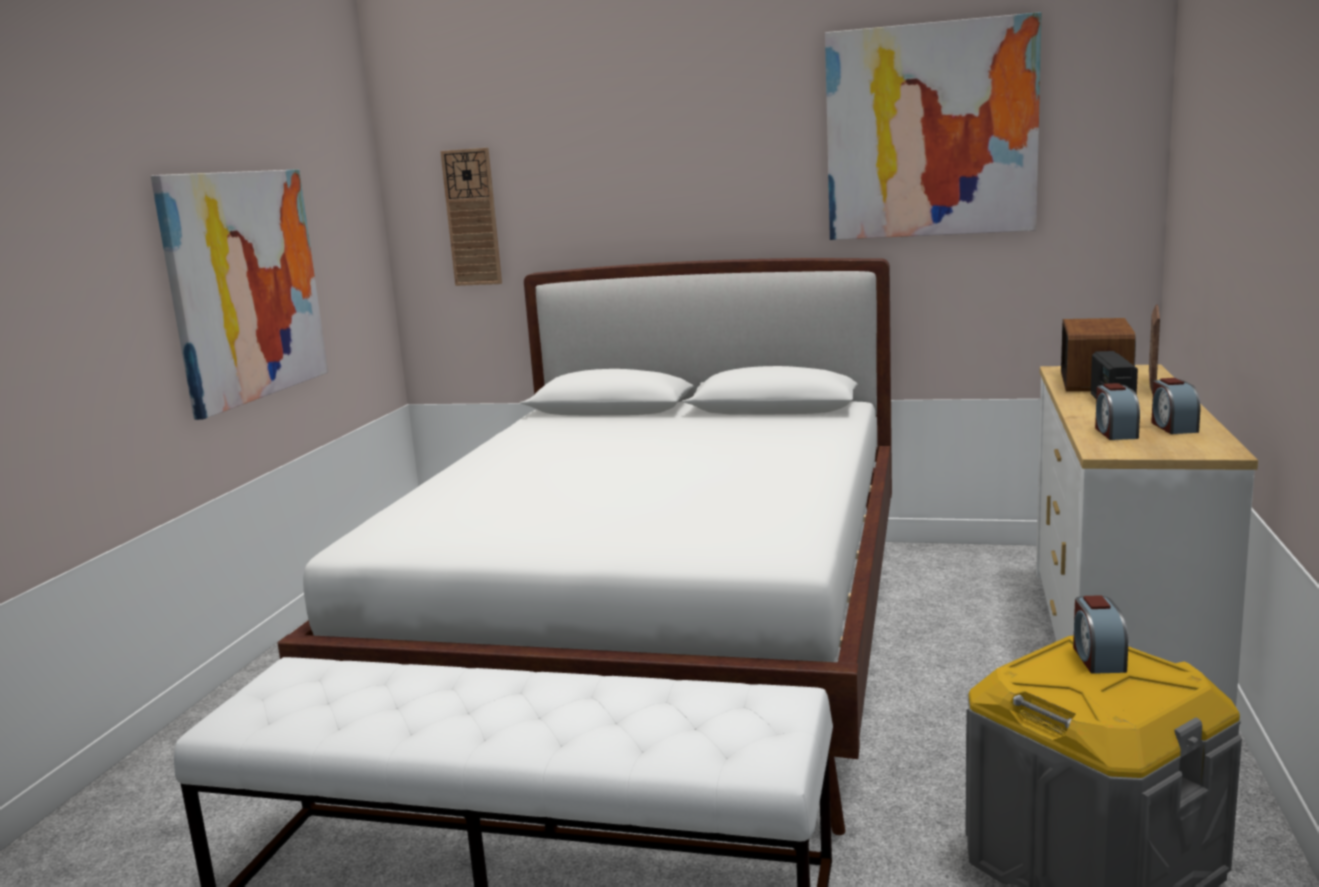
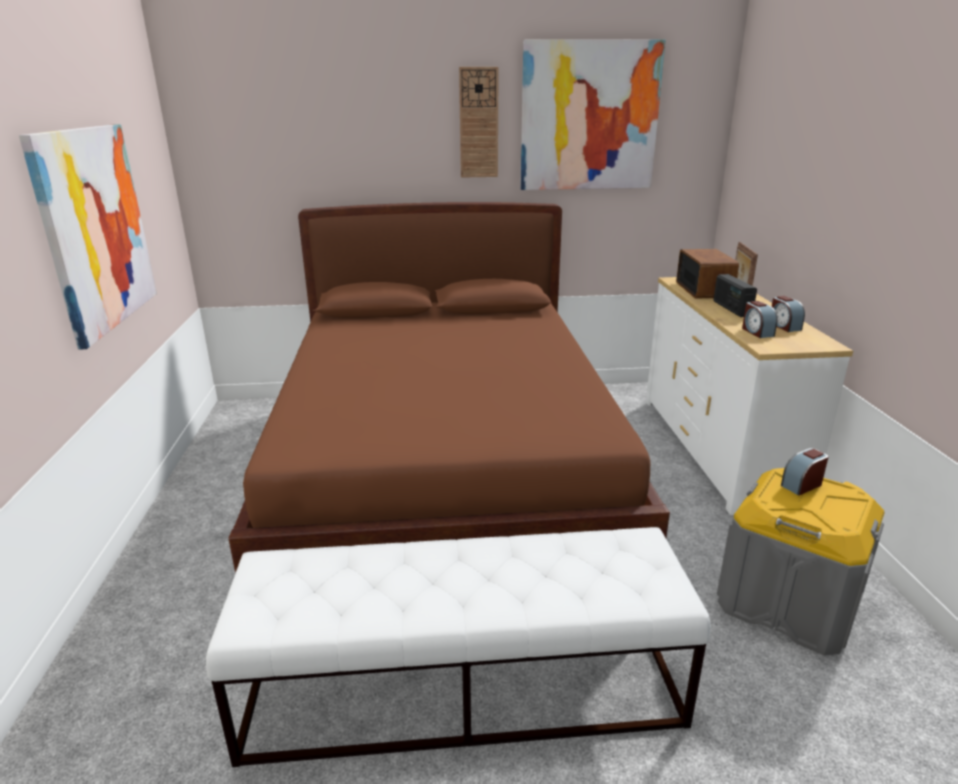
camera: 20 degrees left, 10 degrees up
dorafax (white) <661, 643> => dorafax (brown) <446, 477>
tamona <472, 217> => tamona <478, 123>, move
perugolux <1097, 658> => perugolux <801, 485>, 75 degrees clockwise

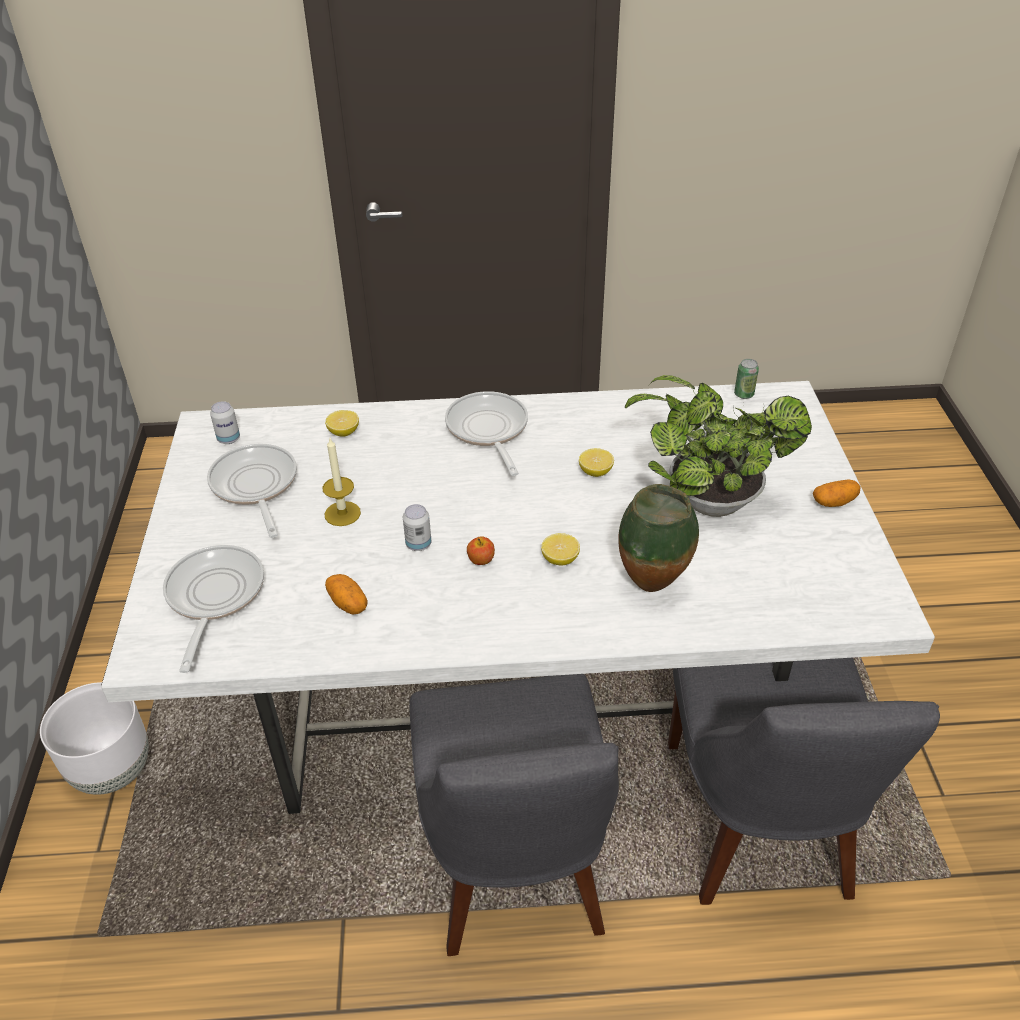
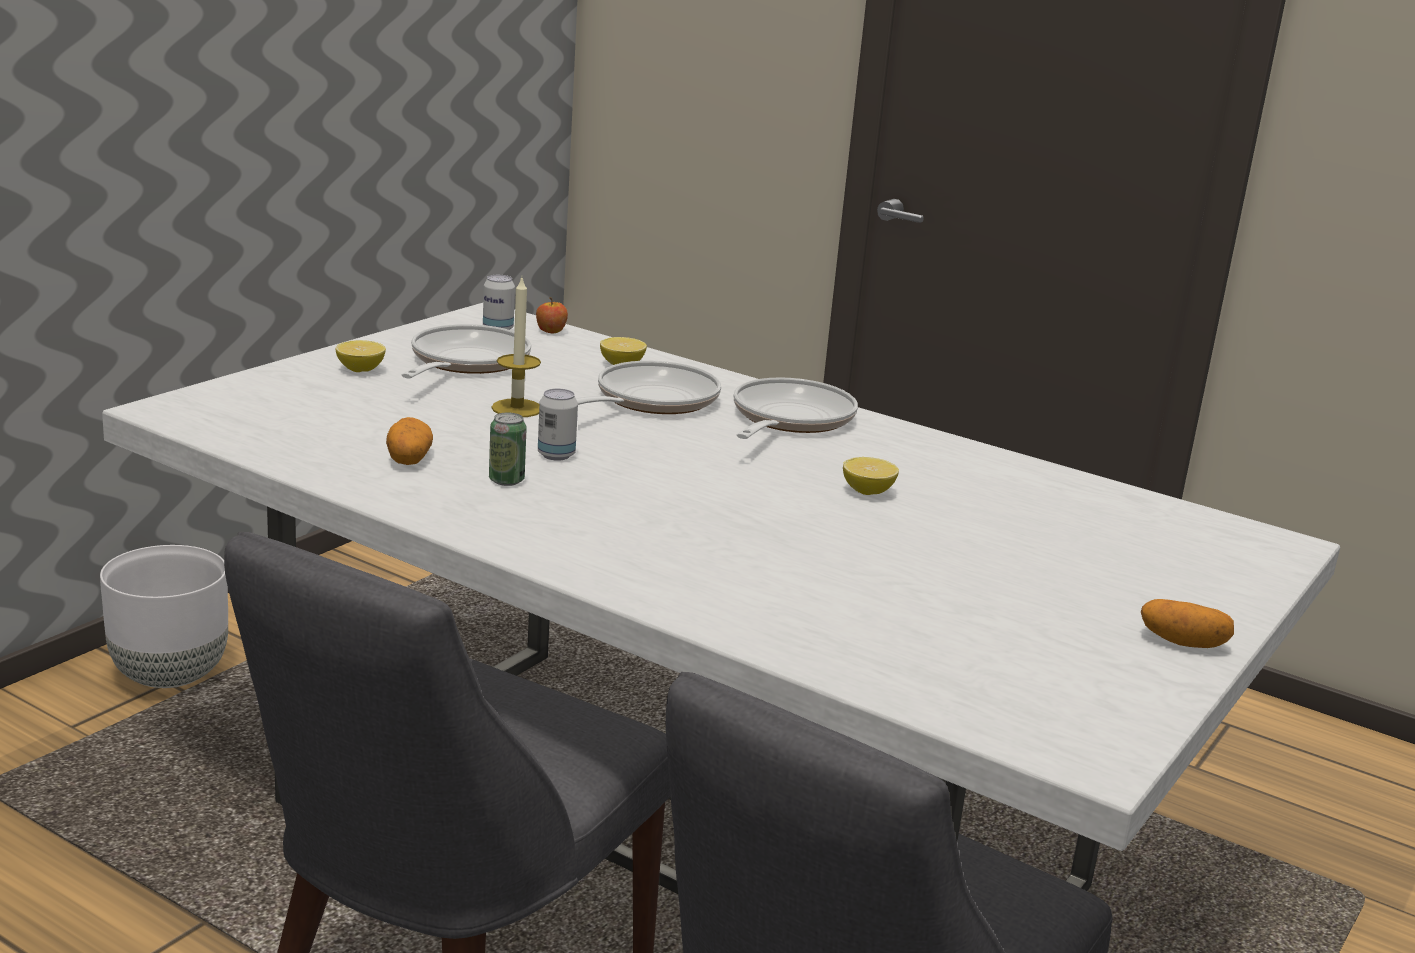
camera: 35 degrees right, 20 degrees down
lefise <213, 597> => lefise <649, 401>, move
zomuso <481, 560> => zomuso <551, 331>, move
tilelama <560, 559> => tilelama <360, 370>, move
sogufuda <653, 587> => nothing
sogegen <705, 500> => nothing
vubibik <743, 394> => vubibik <506, 480>, move

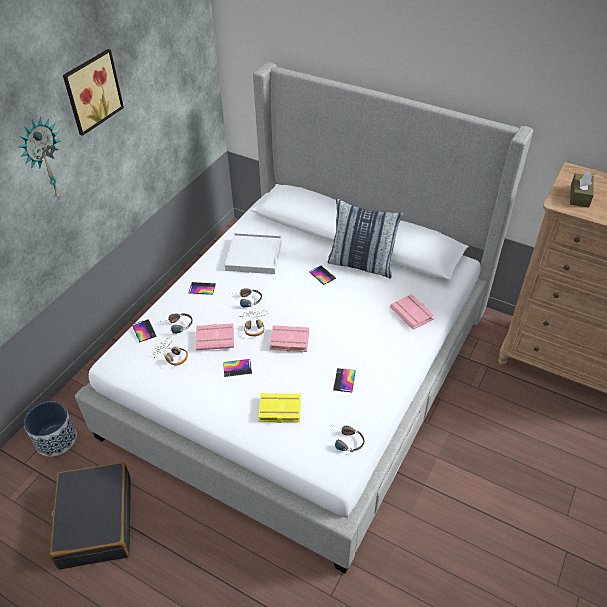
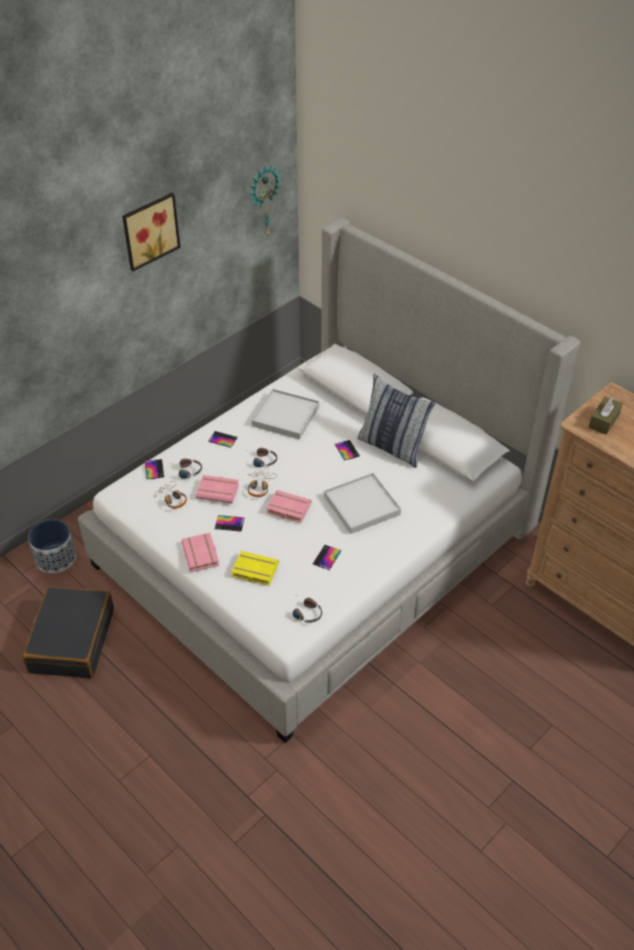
camera: 15 degrees right, 0 degrees up
tamona <43, 160> => tamona <263, 201>, move
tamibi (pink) <413, 314> => tamibi (pink) <202, 555>, move
nothing => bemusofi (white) <362, 505>

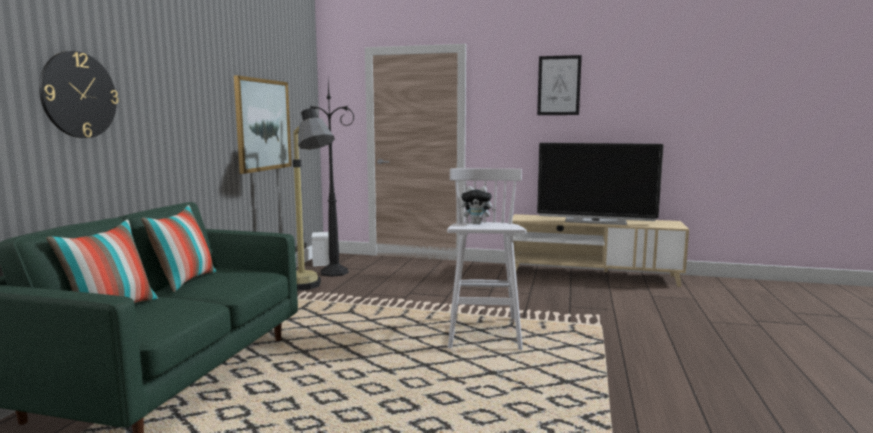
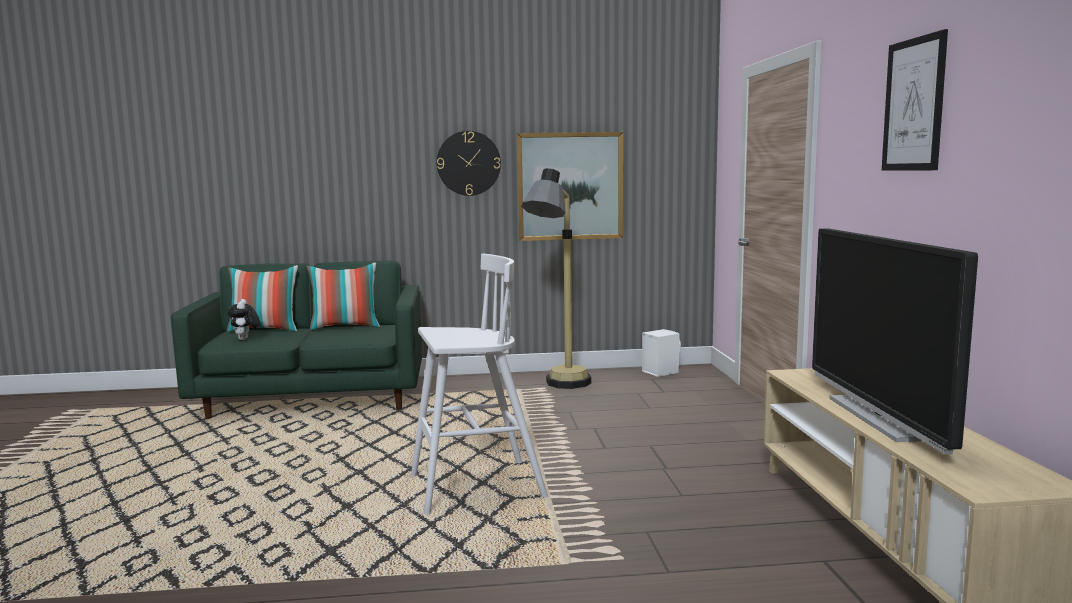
camera: 70 degrees right, 0 degrees up
tamona <79, 95> => tamona <468, 163>, move
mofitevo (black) <332, 272> => nothing
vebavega <477, 223> => vebavega <245, 339>, move

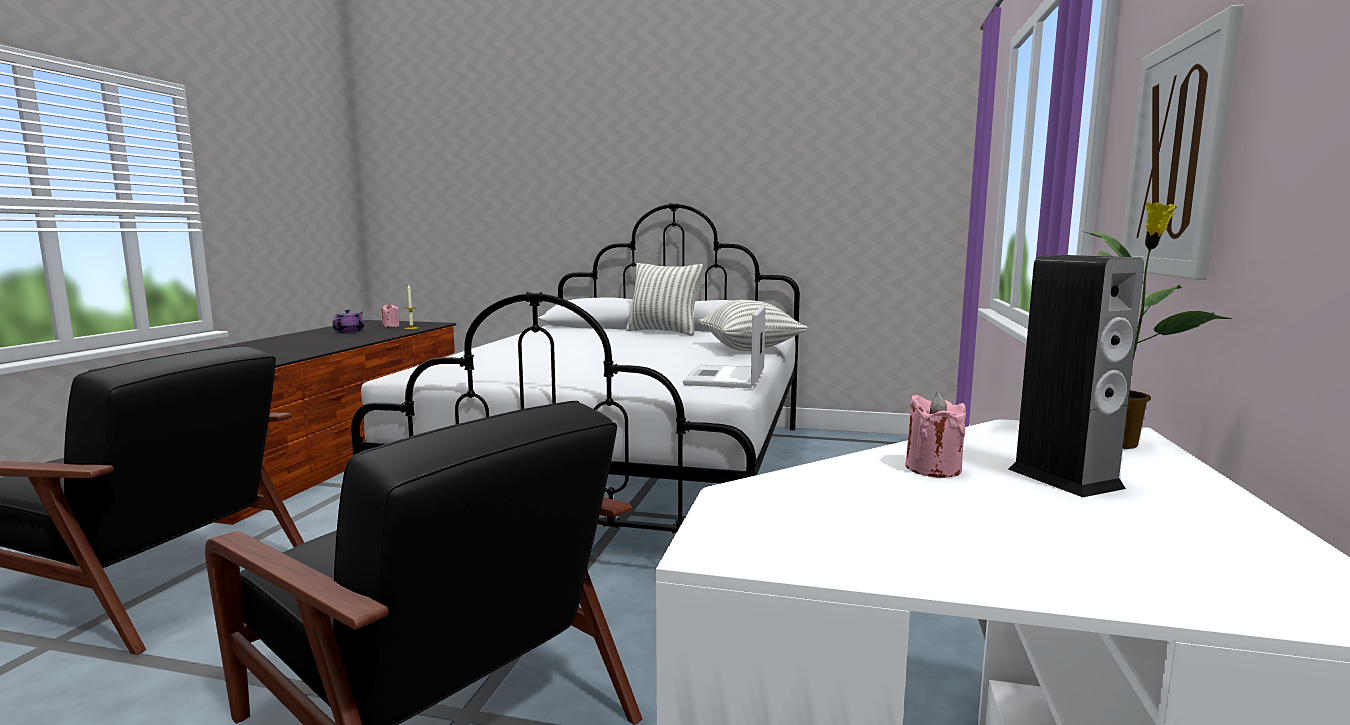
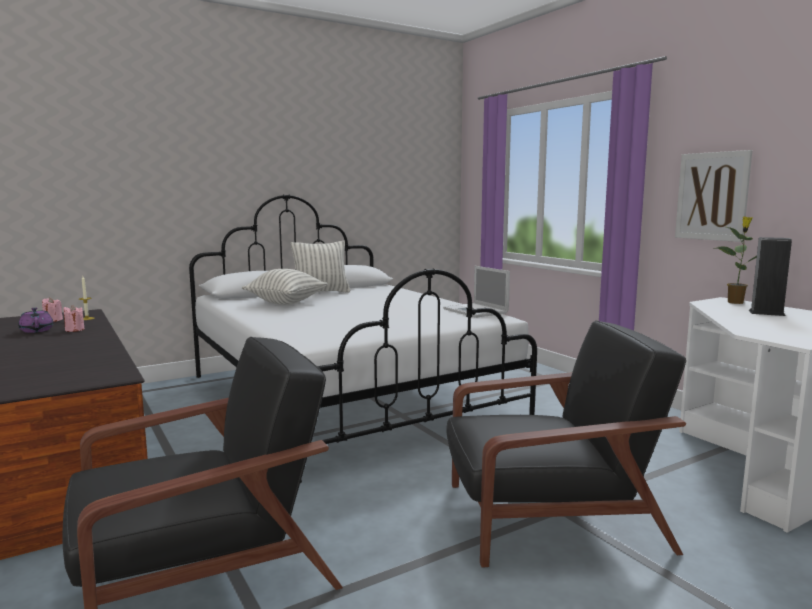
camera: 45 degrees left, 0 degrees up
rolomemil <750, 349> => rolomemil <286, 303>, move
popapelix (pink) <933, 468> => popapelix (pink) <74, 330>, move

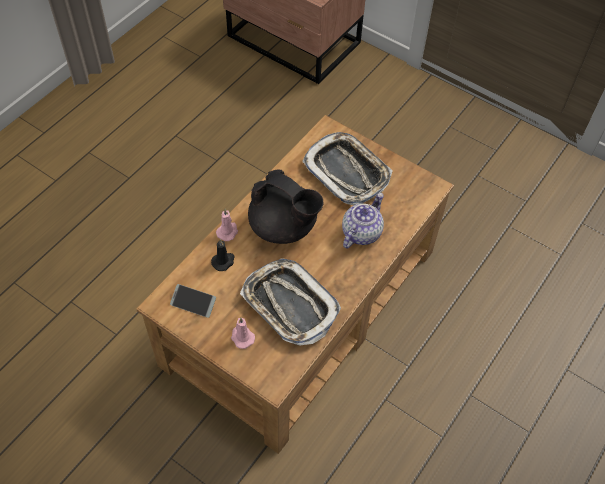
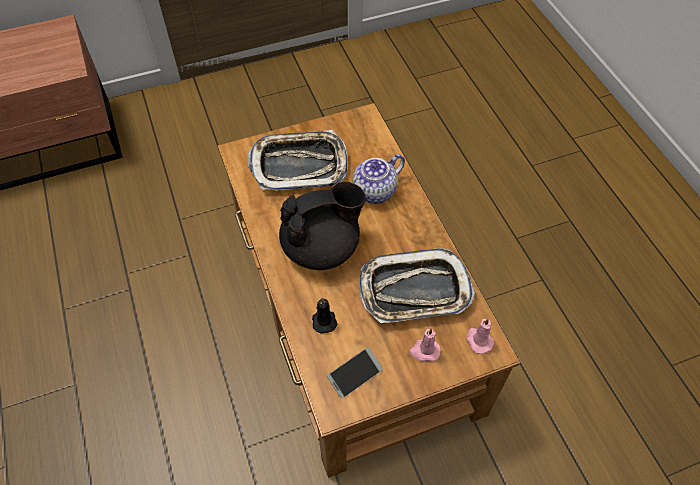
camera: 55 degrees left, 0 degrees up
popapelix (pink) <228, 231> => popapelix (pink) <478, 340>, move
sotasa <361, 232> => sotasa <374, 192>, 105 degrees counterclockwise

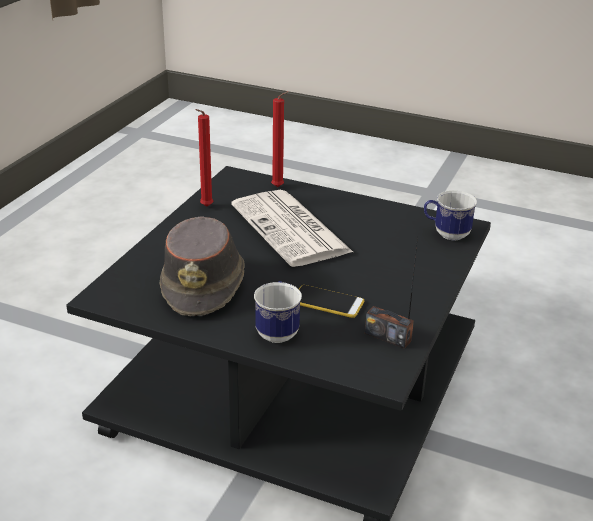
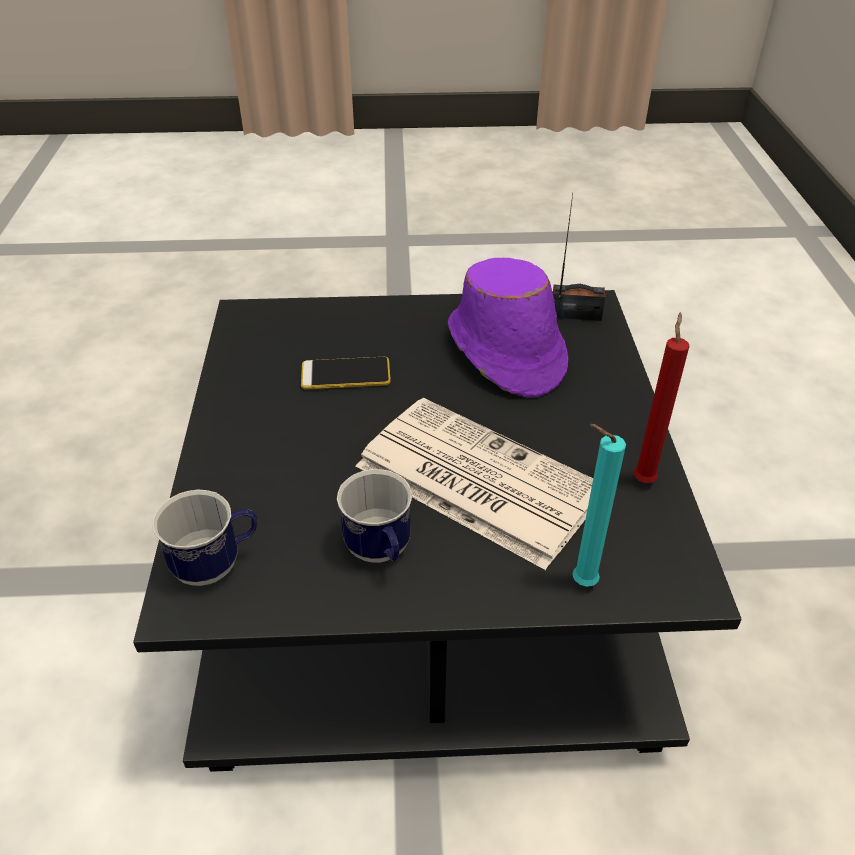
camera: 155 degrees right, 10 degrees up
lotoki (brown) <204, 284> => lotoki (purple) <505, 352>
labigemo <277, 330> => labigemo <381, 553>, move
popapelix (red) <279, 187> => popapelix (turquoise) <579, 582>
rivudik <388, 336> => rivudik <575, 314>, move

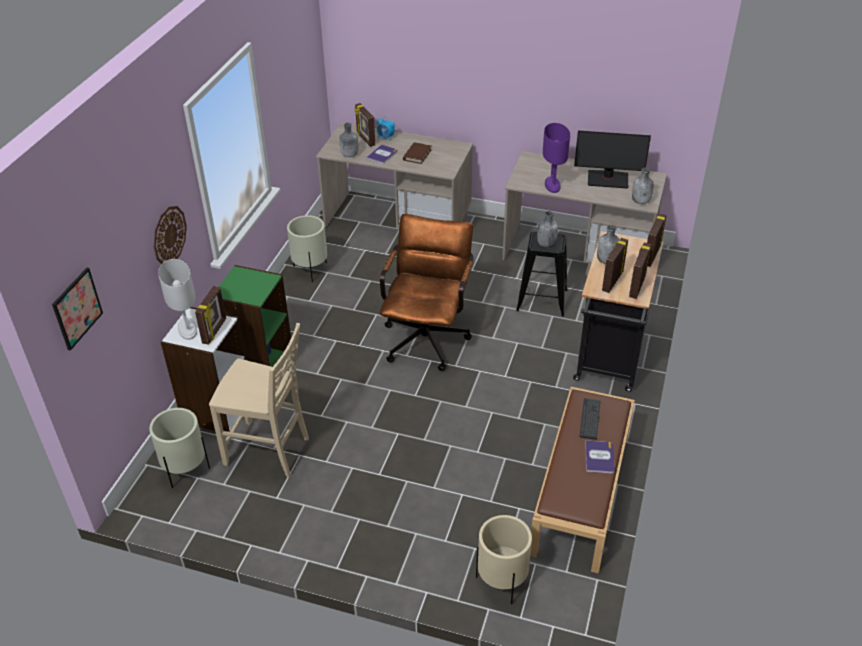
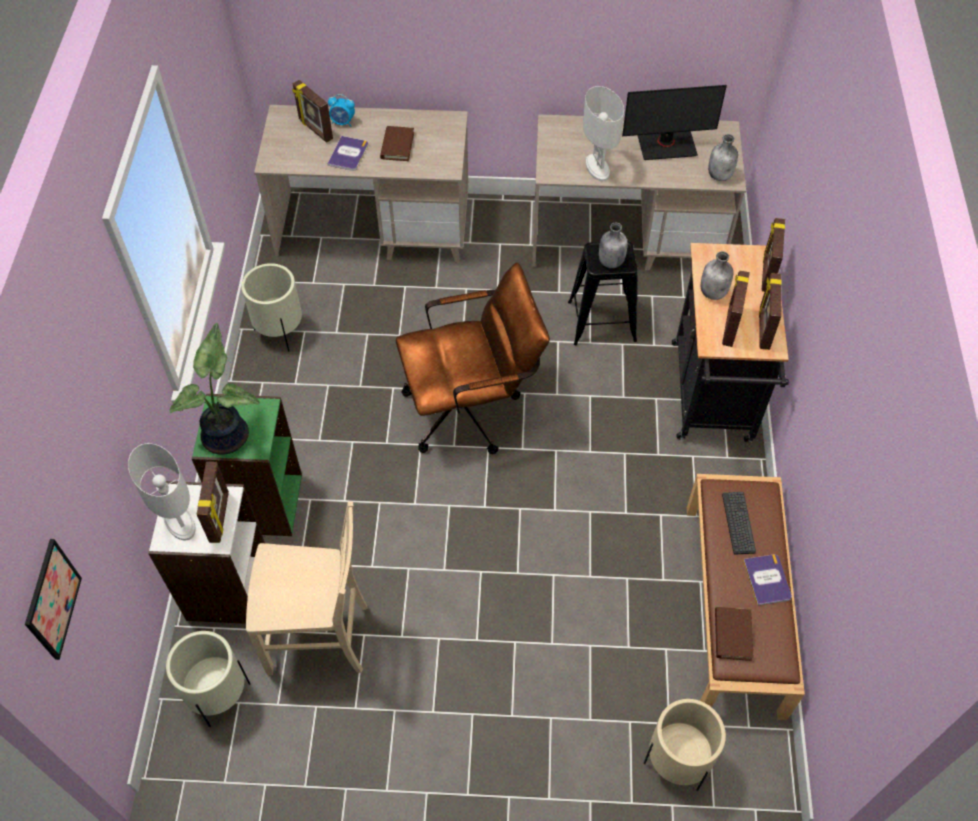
camera: 15 degrees left, 15 degrees up
tamona <169, 235> => nothing
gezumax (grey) <349, 155> => nothing
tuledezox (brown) <427, 336> => tuledezox (brown) <472, 409>, 75 degrees clockwise
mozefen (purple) <552, 185> => mozefen (white) <597, 168>
nothing => sogegen <229, 435>
nothing => tamibi (brown) <732, 635>

